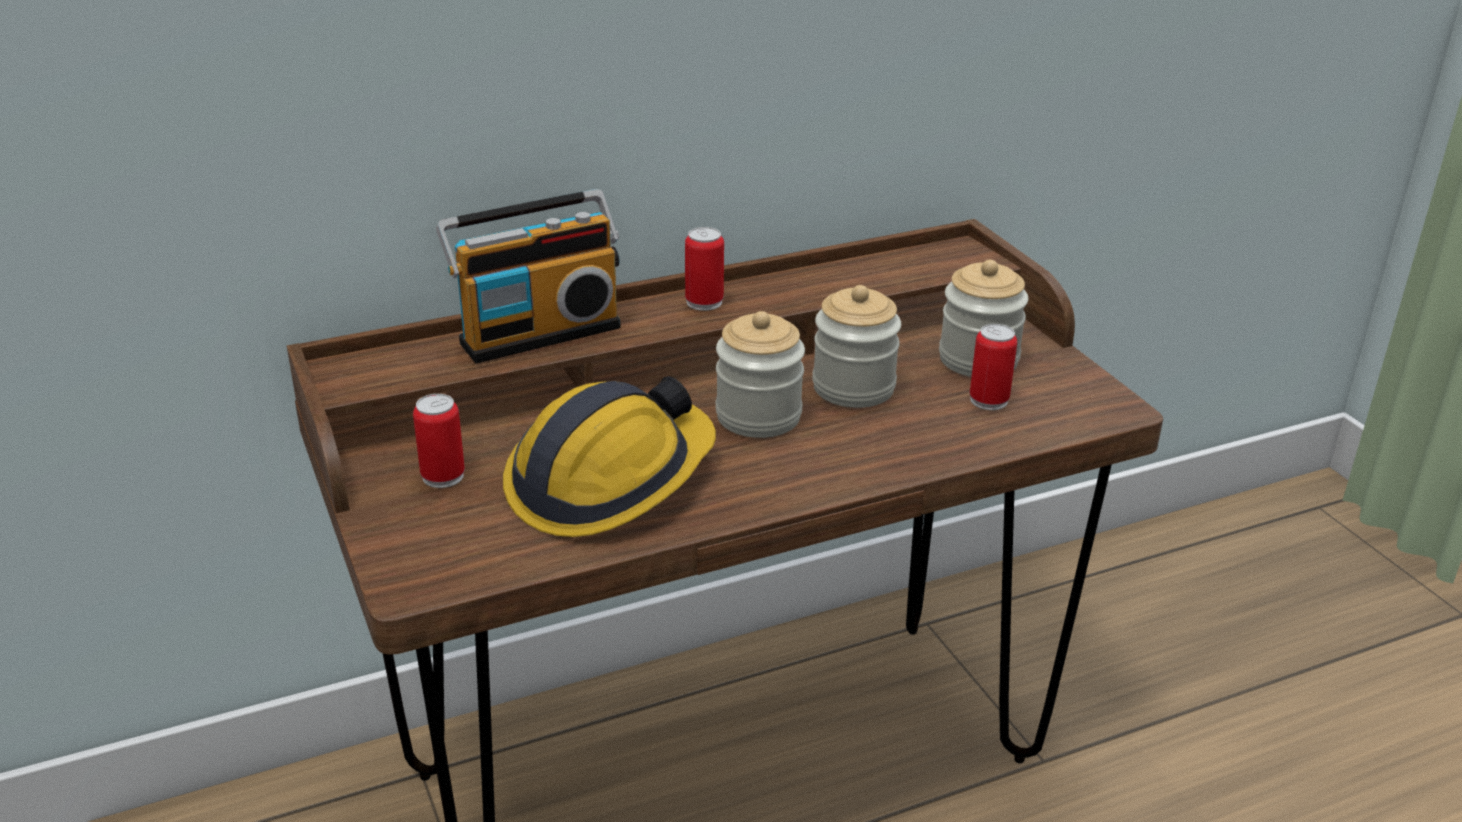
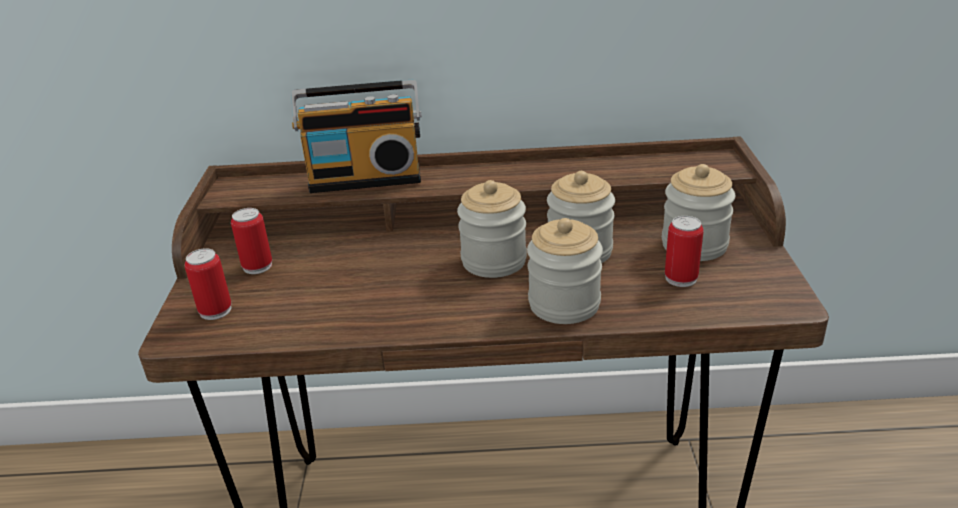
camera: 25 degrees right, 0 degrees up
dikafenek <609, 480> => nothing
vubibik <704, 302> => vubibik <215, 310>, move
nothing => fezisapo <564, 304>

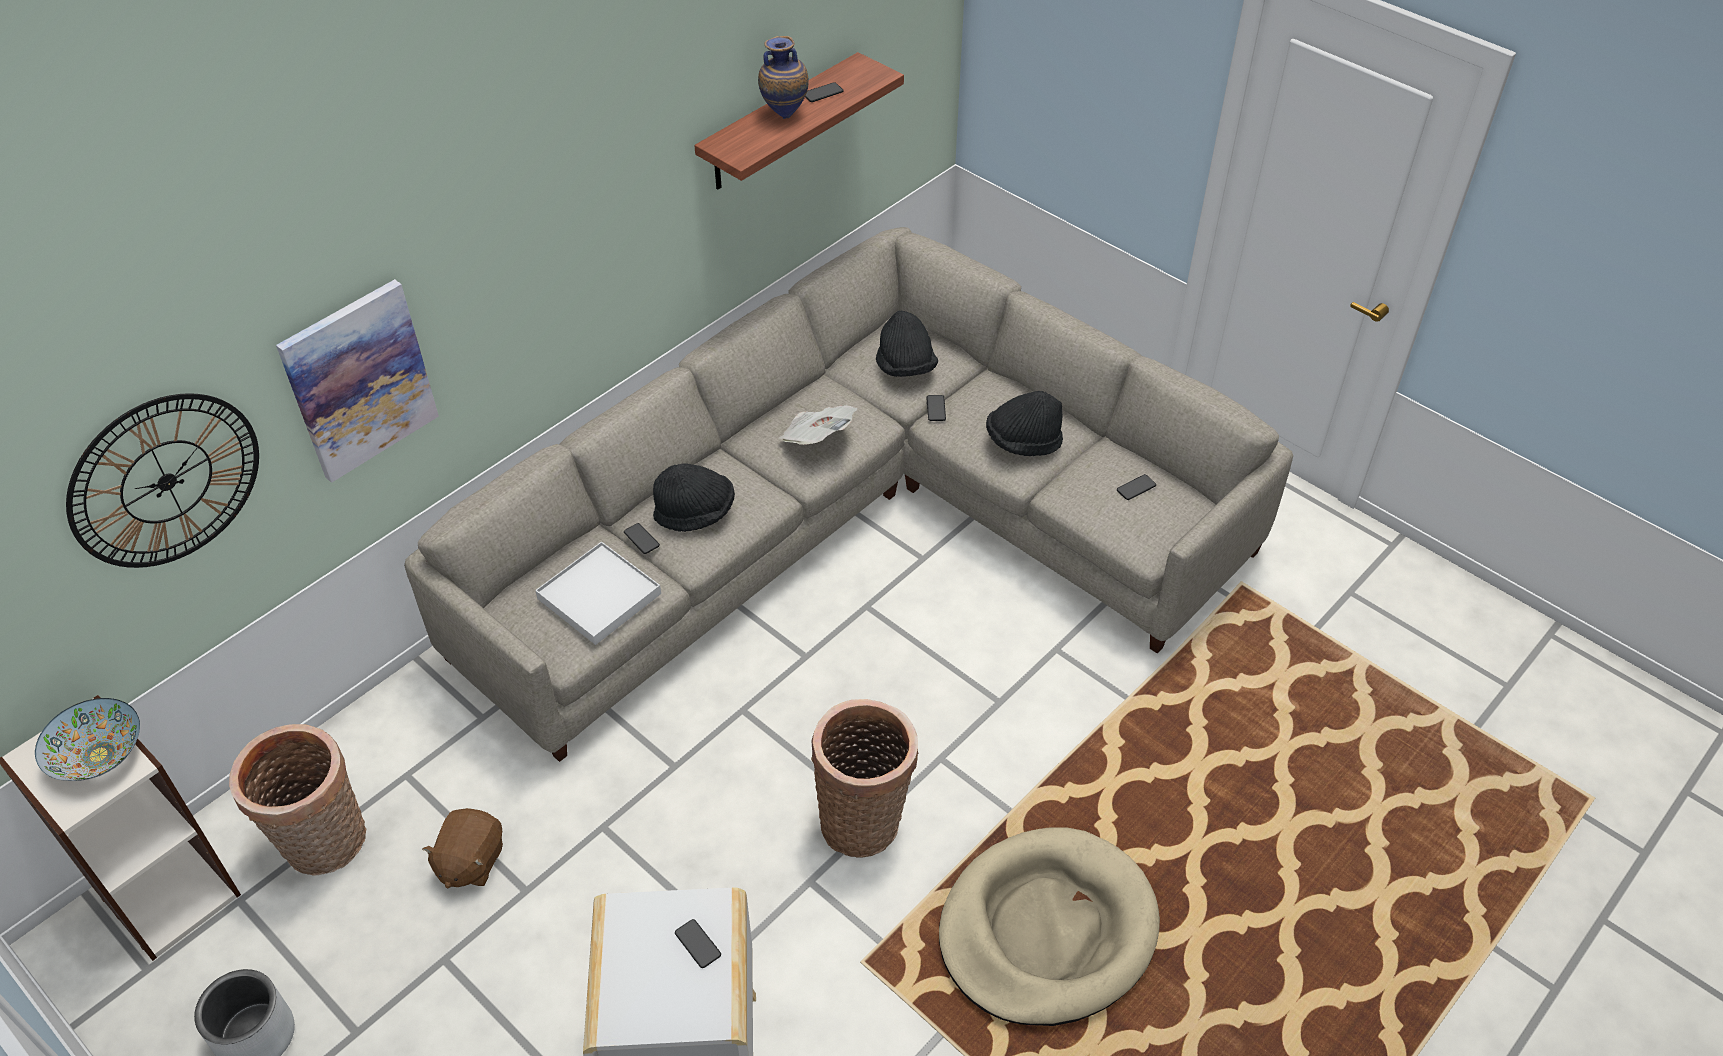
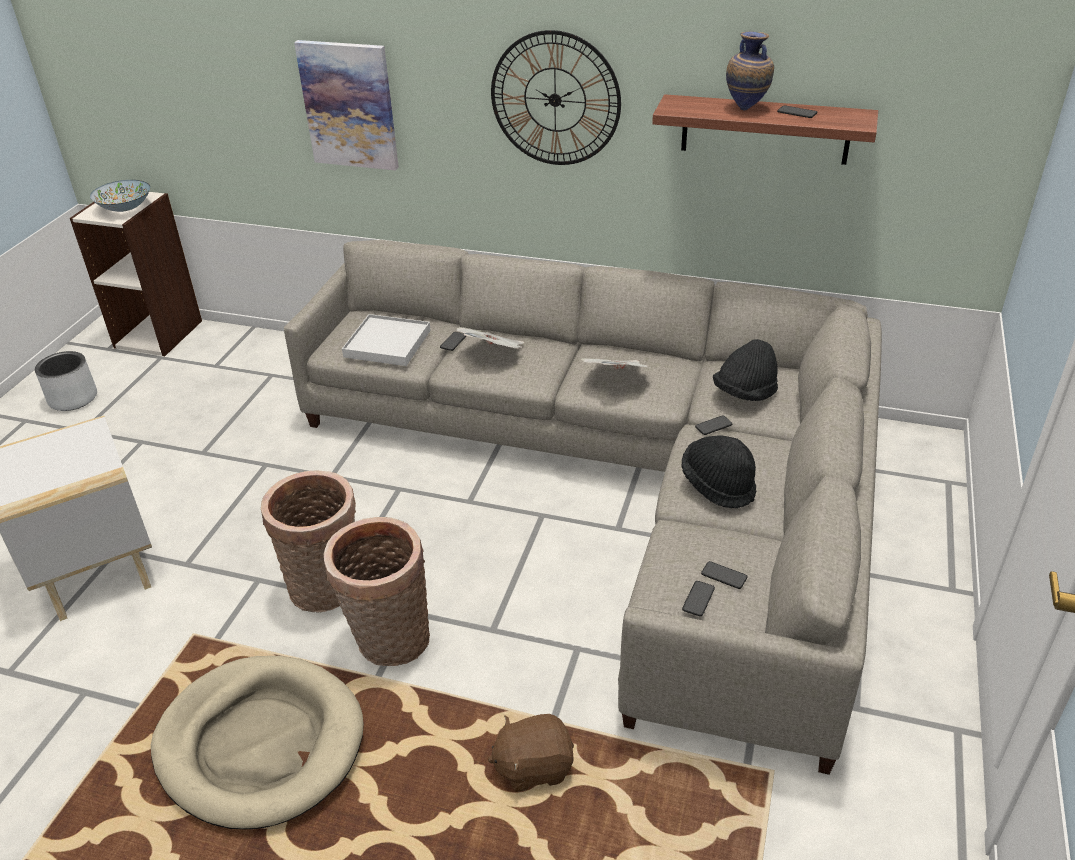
camera: 65 degrees right, 10 degrees down
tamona <166, 481> => tamona <555, 99>, move
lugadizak <324, 846> => lugadizak <389, 641>, move
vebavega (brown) <470, 861> => vebavega (brown) <533, 766>, move
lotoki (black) <695, 513> => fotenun <494, 353>
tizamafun <697, 944> => tizamafun <698, 599>, move

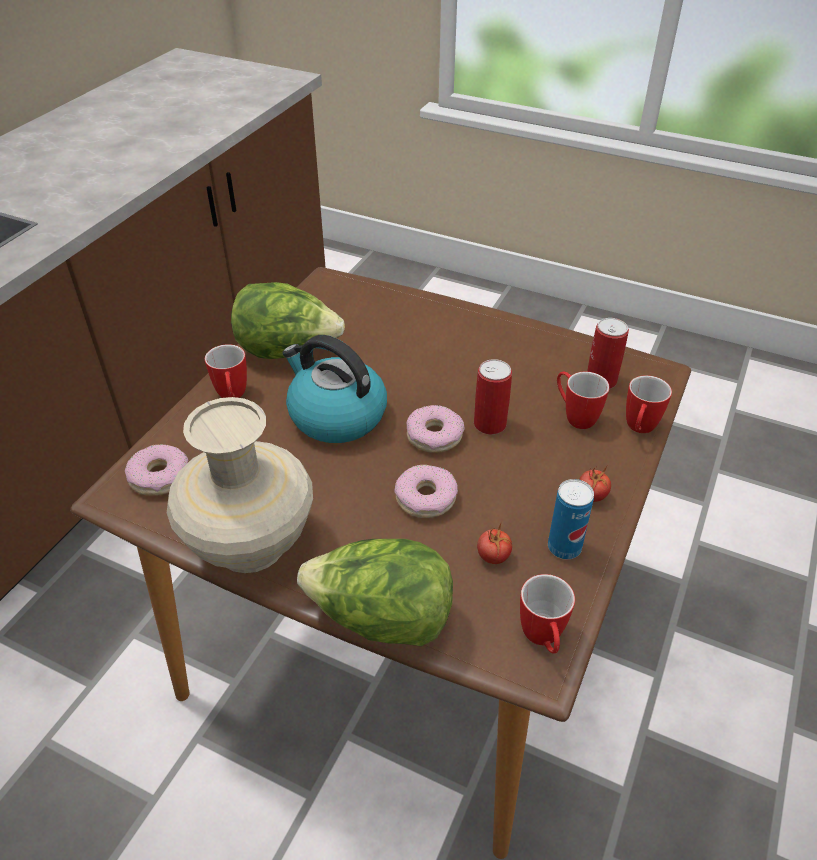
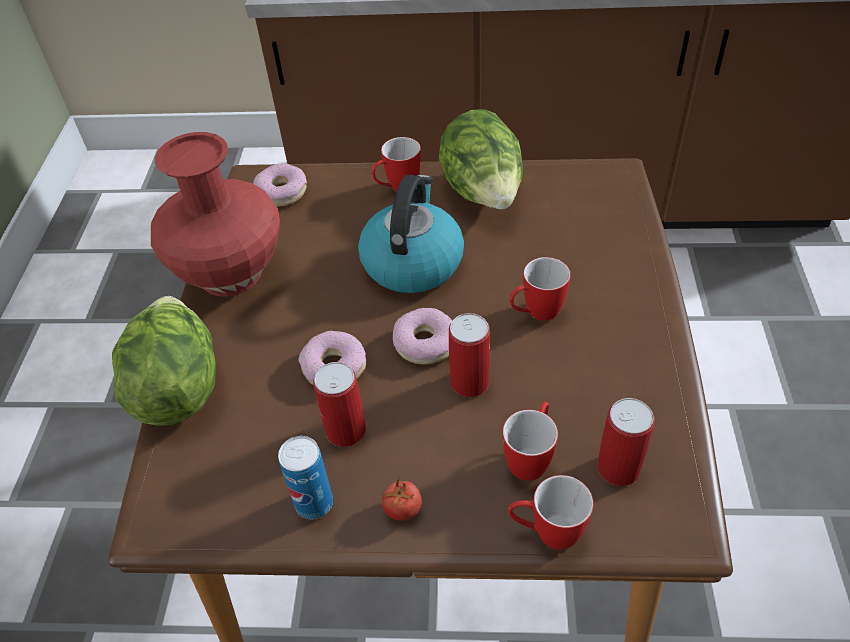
camera: 70 degrees right, 5 degrees up
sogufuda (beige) <251, 543> => sogufuda (red) <232, 273>
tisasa <493, 557> => nothing
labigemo <543, 640> => labigemo <535, 313>, move
nothing => vubibik <345, 430>

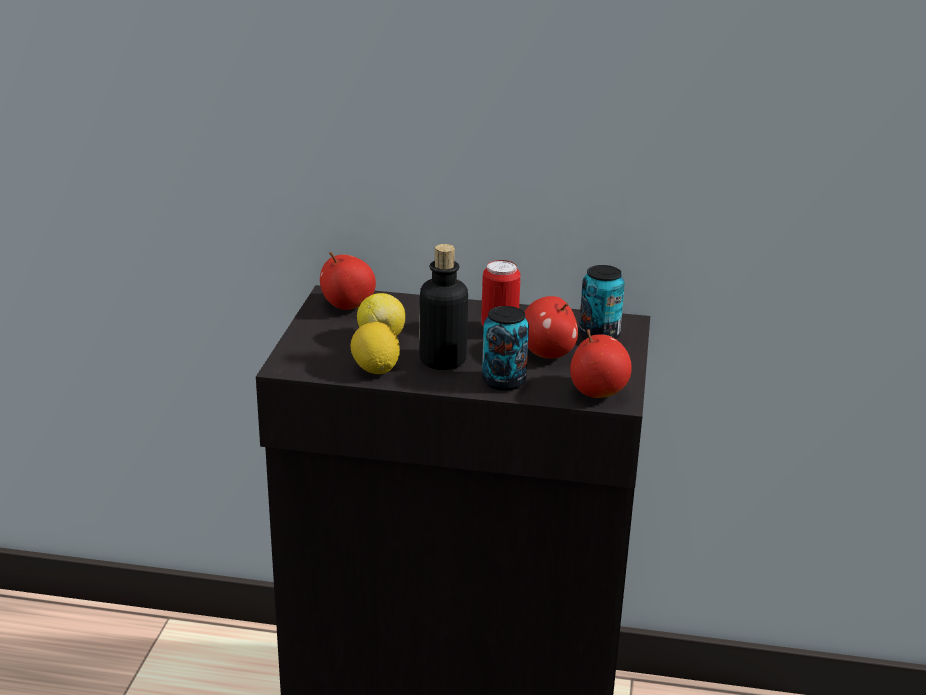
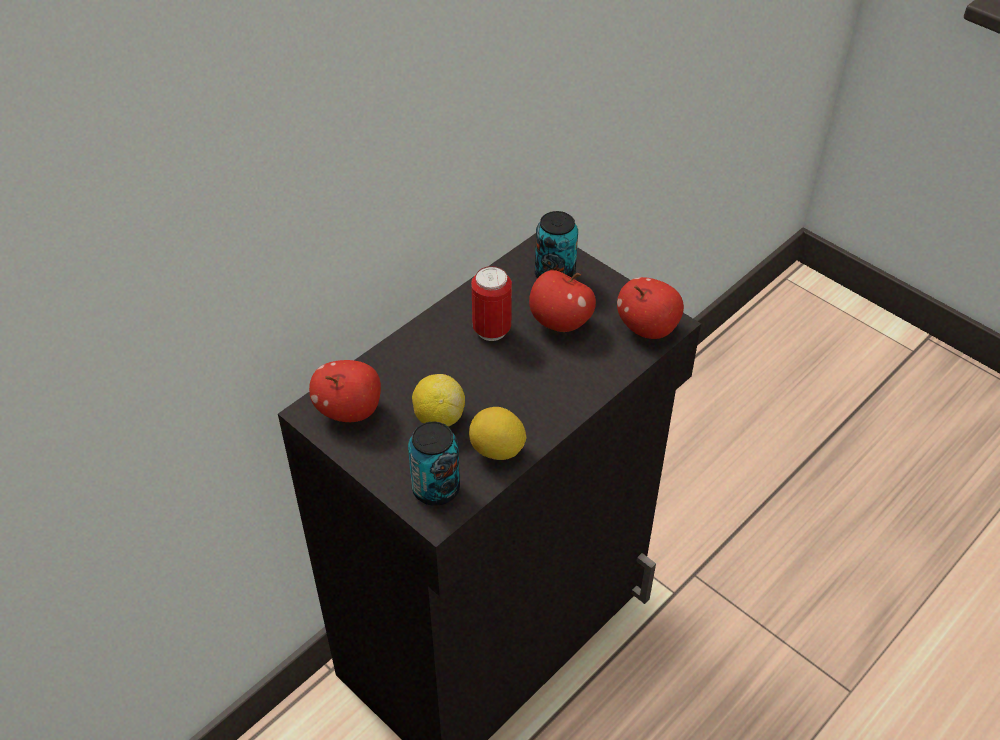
camera: 55 degrees left, 20 degrees up
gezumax <443, 360> => nothing
vubibik <503, 381> => vubibik <436, 488>, move

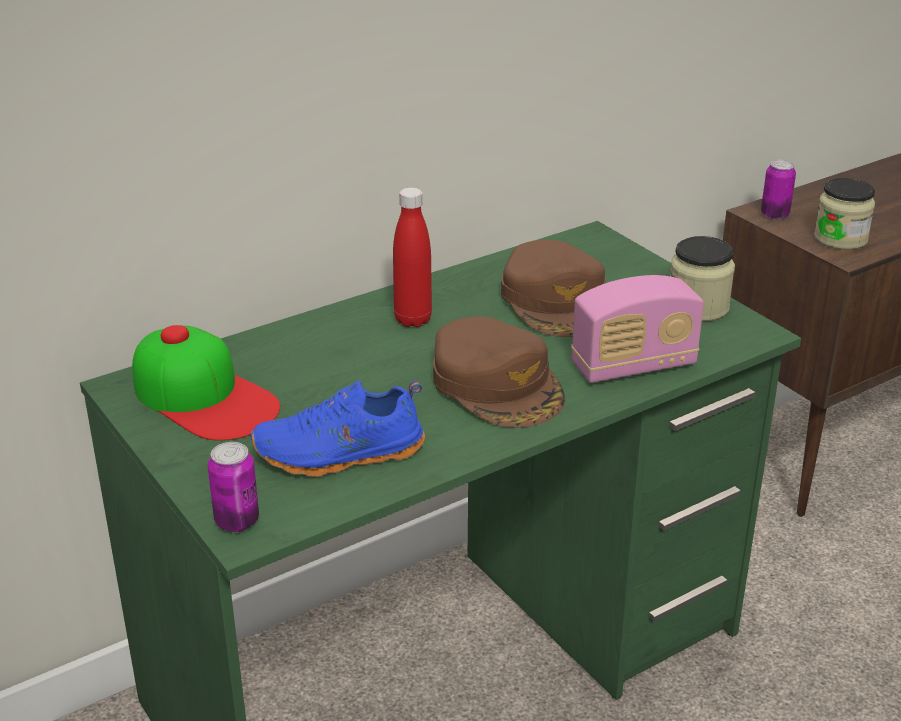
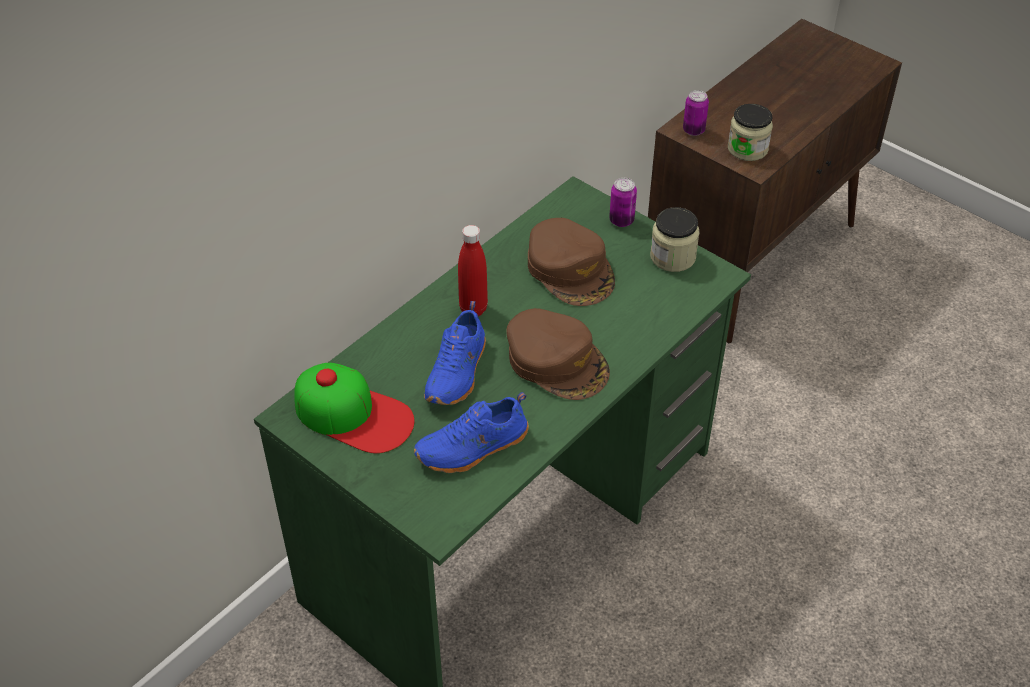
camera: 15 degrees left, 15 degrees up
vubibik <237, 521> => vubibik <621, 220>, move
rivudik <633, 366> => nothing
nothing => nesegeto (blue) <458, 373>

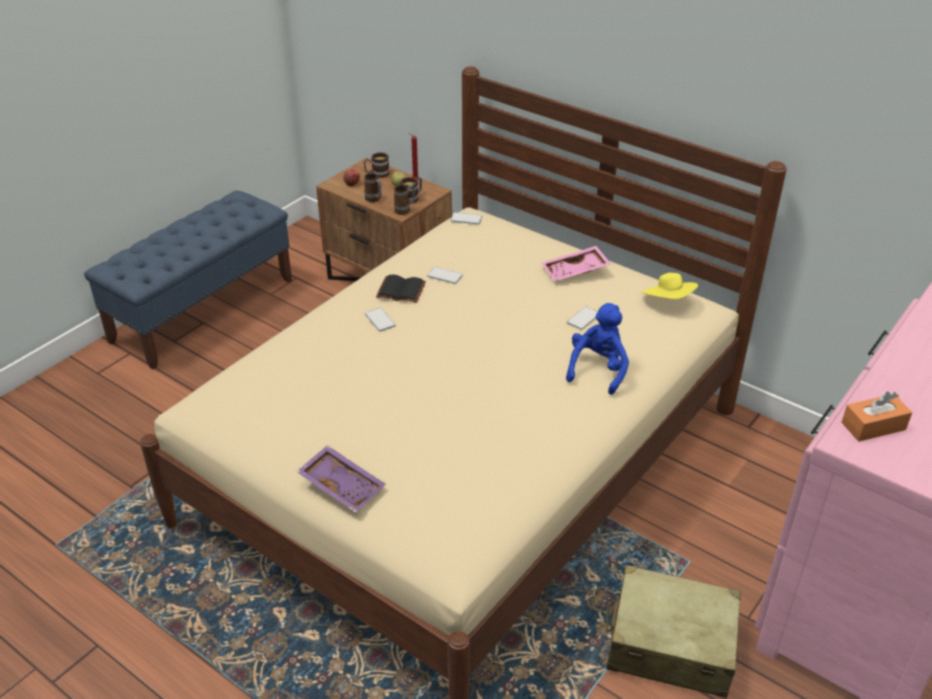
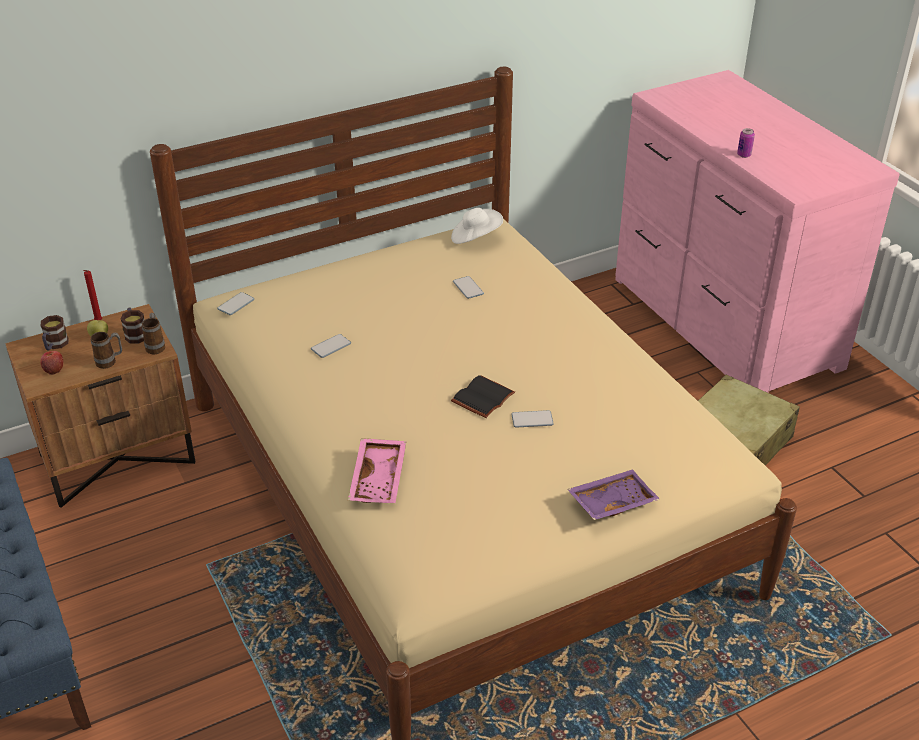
camera: 65 degrees left, 0 degrees up
tizamafun <380, 320> => tizamafun <532, 420>, move
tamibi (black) <400, 291> => tamibi (black) <483, 399>, move
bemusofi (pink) <575, 271> => bemusofi (pink) <380, 479>, move
vebavega (blue) <598, 369> => nothing
lotoki (yellow) <668, 301> => lotoki (white) <475, 238>
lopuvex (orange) <873, 426> => nothing
nothing => vubibik <744, 155>

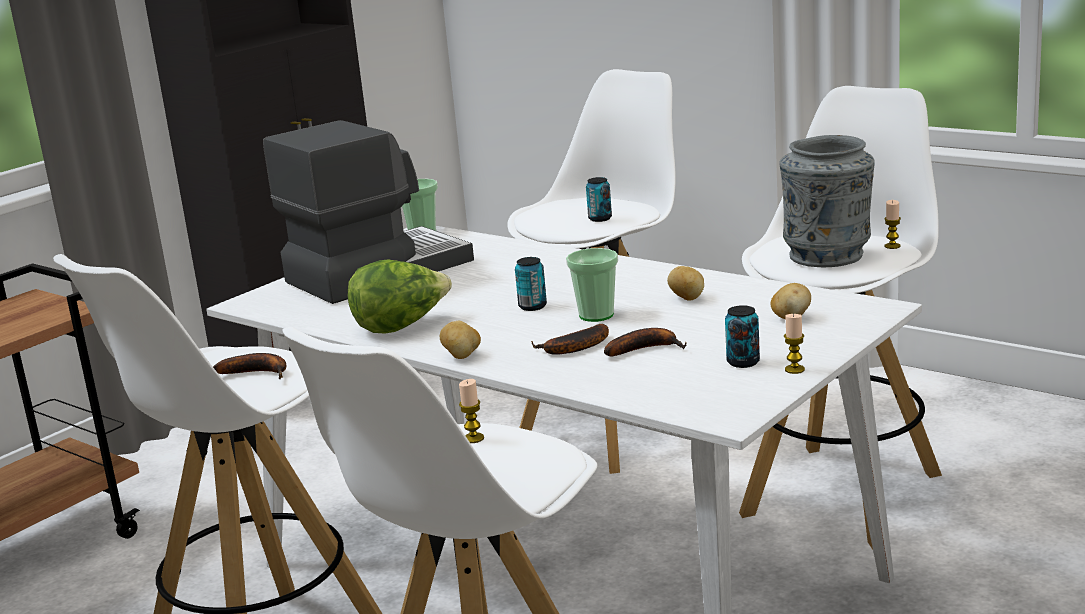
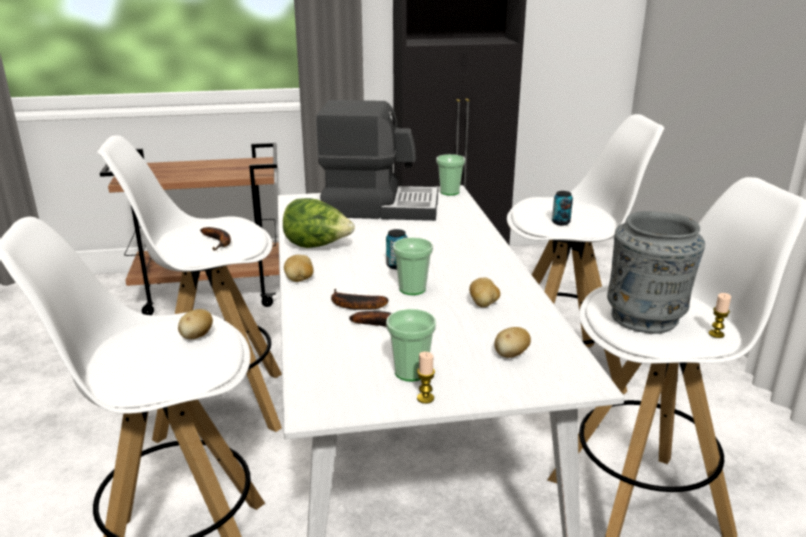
camera: 40 degrees right, 5 degrees up
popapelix <473, 438> => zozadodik <196, 336>
vubibik <743, 362> => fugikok <410, 372>

